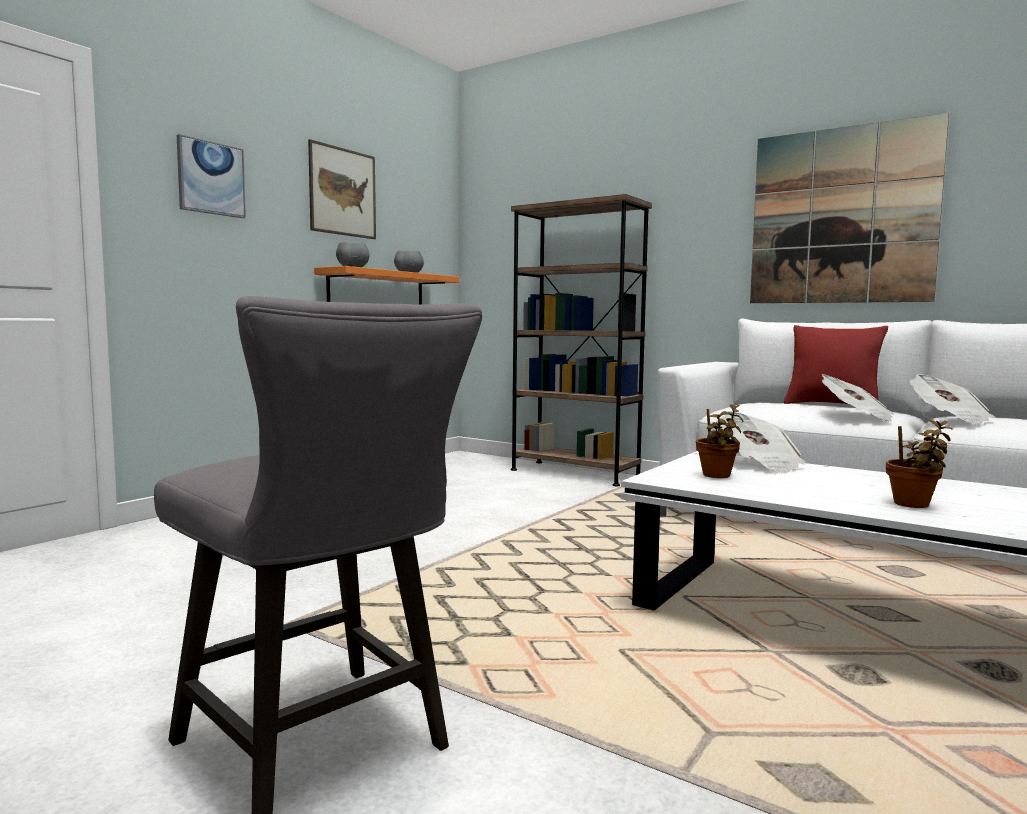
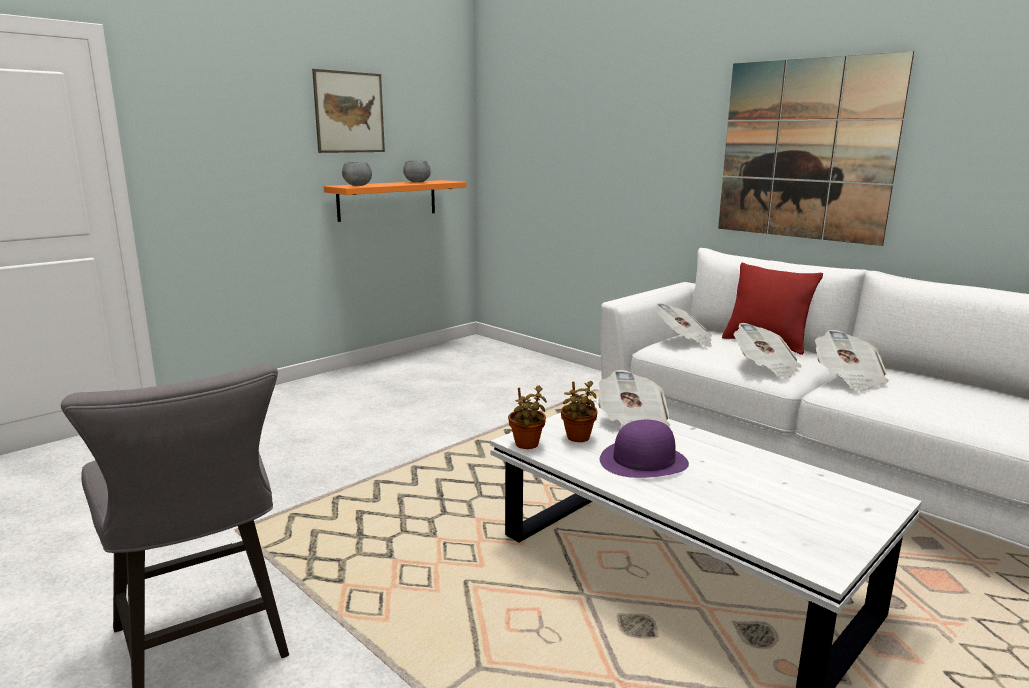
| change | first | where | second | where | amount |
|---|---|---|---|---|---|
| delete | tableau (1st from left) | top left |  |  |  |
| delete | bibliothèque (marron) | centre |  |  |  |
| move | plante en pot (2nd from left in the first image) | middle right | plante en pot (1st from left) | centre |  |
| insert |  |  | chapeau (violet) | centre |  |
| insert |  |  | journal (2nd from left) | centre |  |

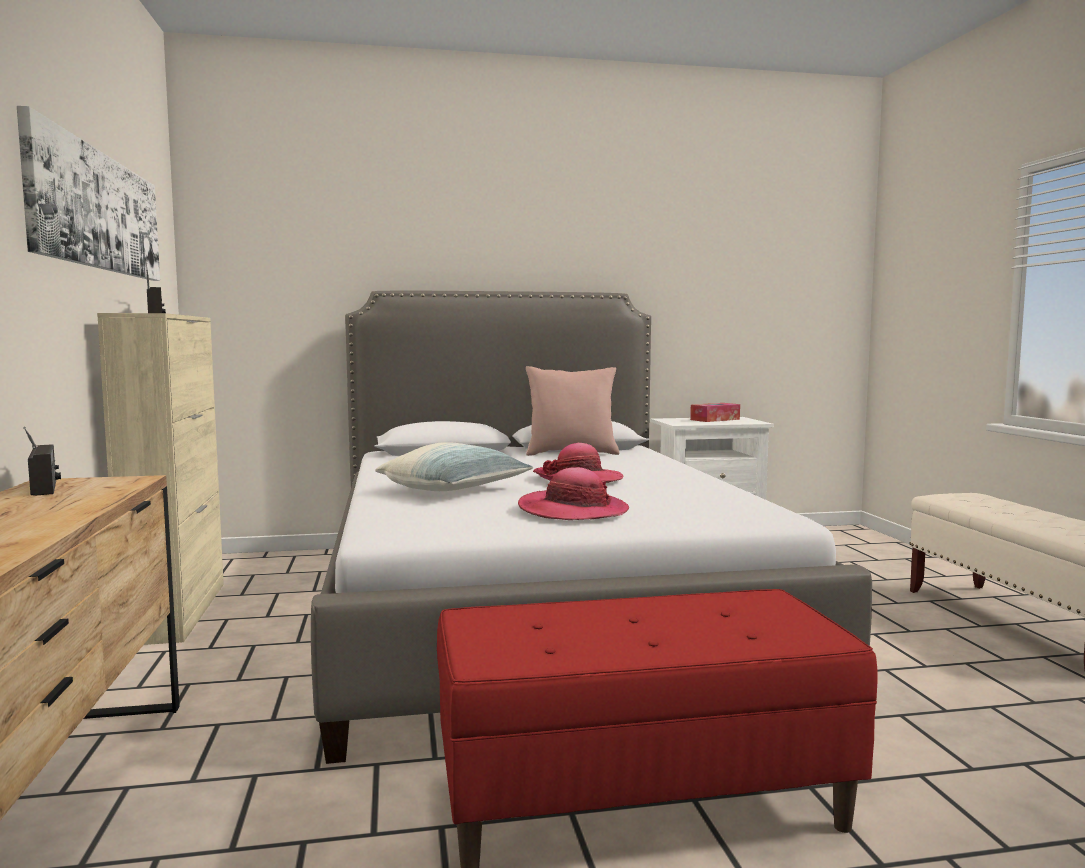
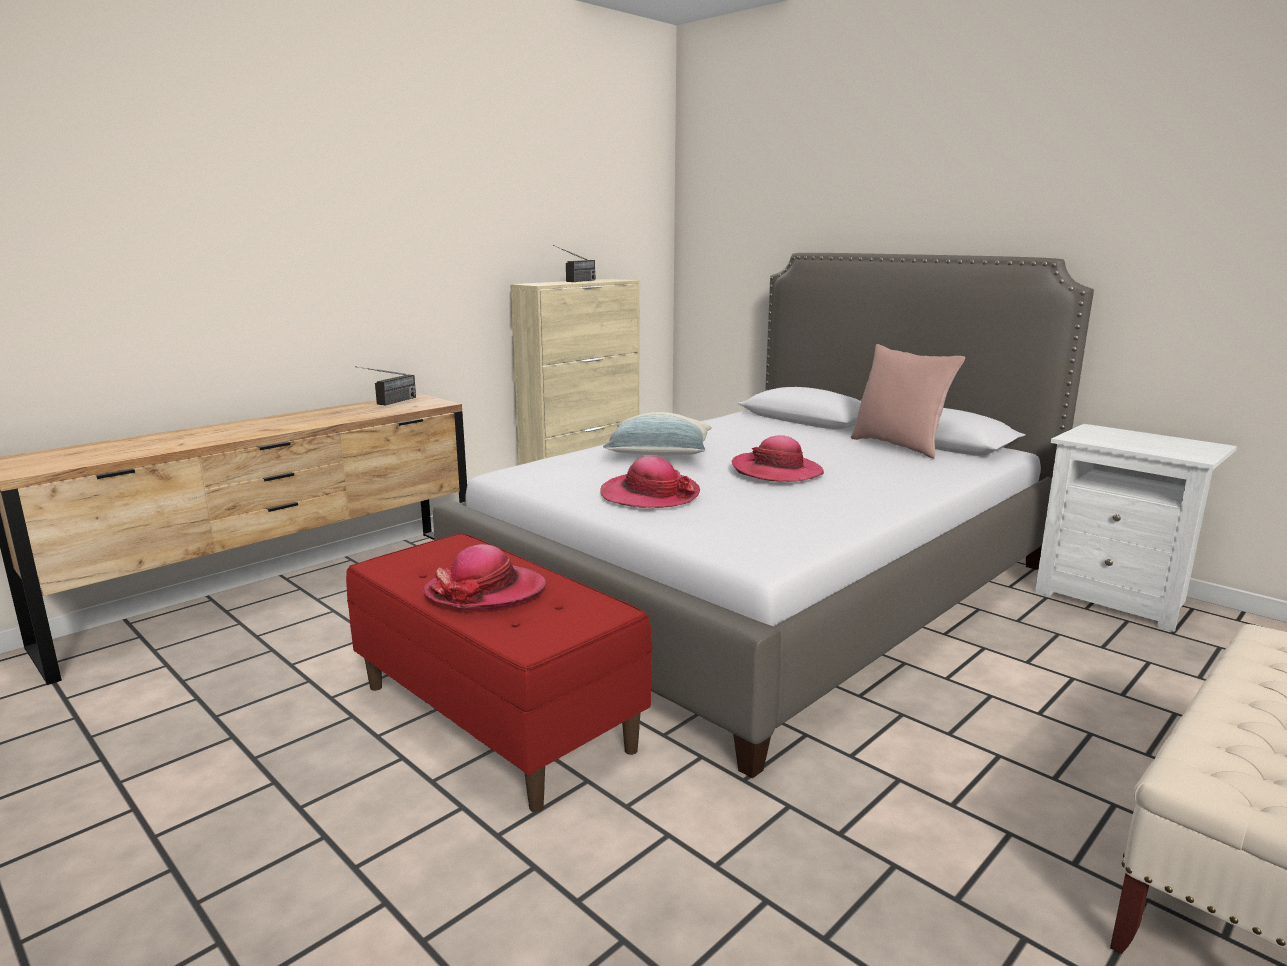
| change | first | where | second | where | amount |
|---|---|---|---|---|---|
| delete | tableau | top left |  |  |  |
| delete | boîte à mouchoirs | centre |  |  |  |
| insert |  |  | chapeau (1st from left) | centre |  |

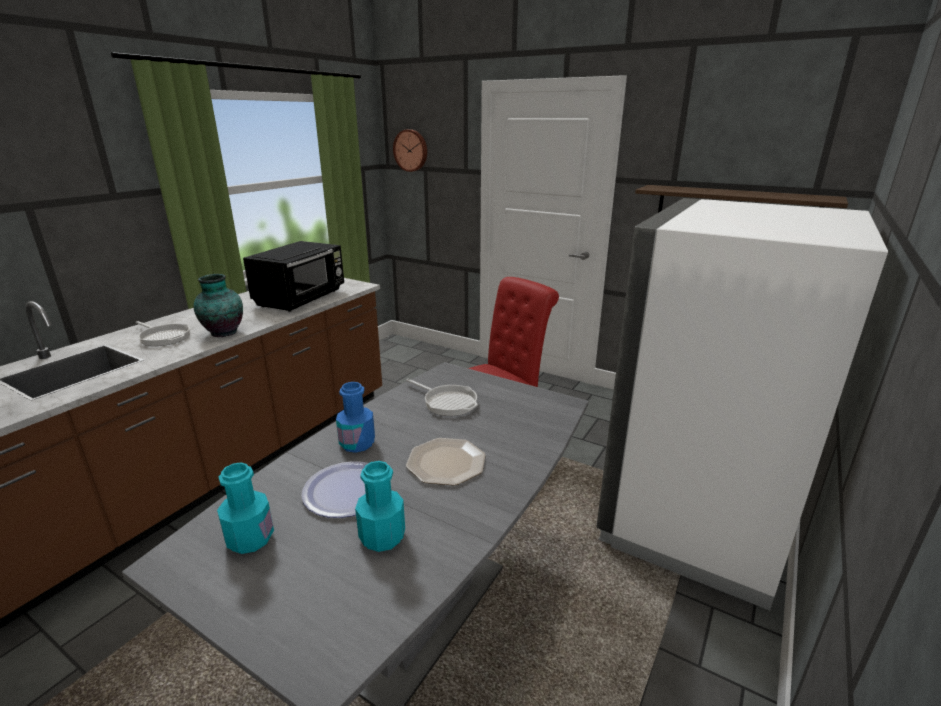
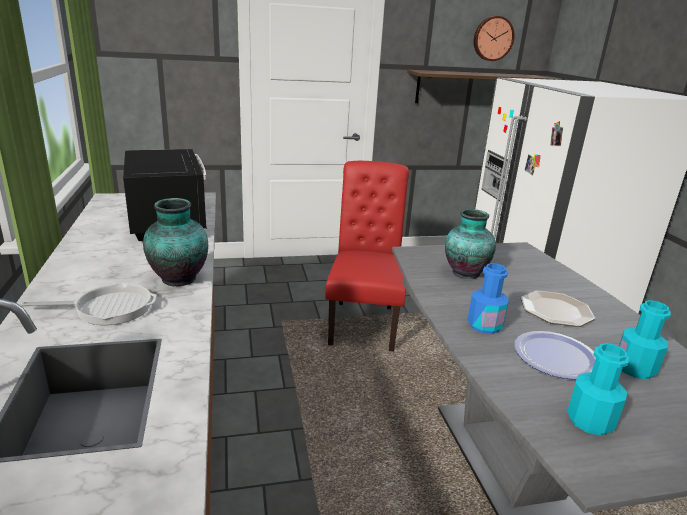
| change | first | where | second | where | amount |
|---|---|---|---|---|---|
| move | horloge murale | top centre |  | top right |  |
| replace | poêle (2nd from left) | centre | vase (2nd from left) | middle right |  |

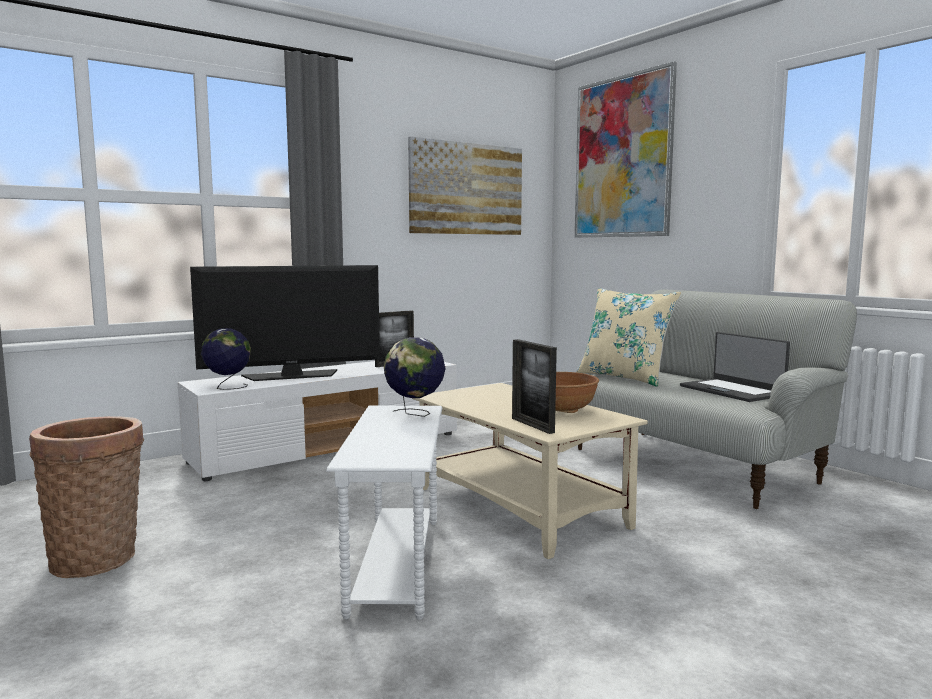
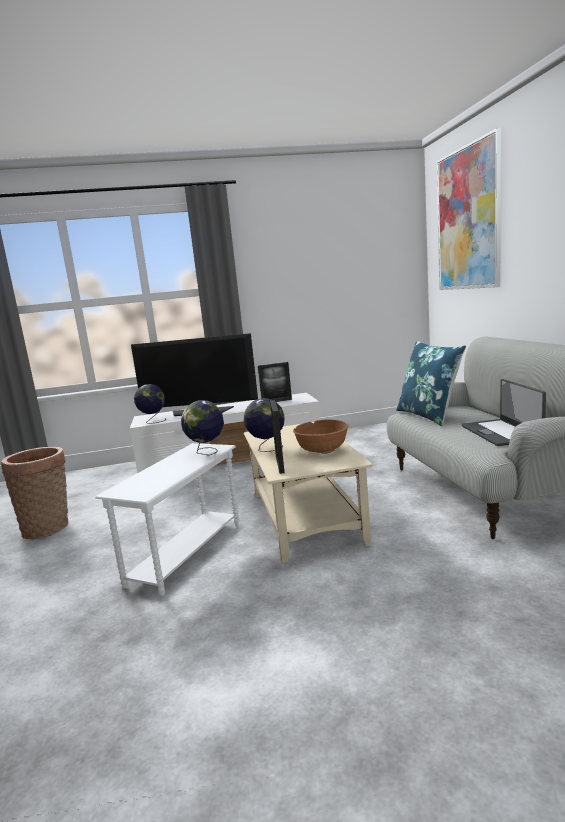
| change | first | where | second | where | amount |
|---|---|---|---|---|---|
| delete | tableau (1st from left) | top centre |  |  |  |
| recolor | coussin (beige) | middle right | coussin (bleu) | middle right |  |
| insert |  |  | globe (3rd from left) | centre |  |

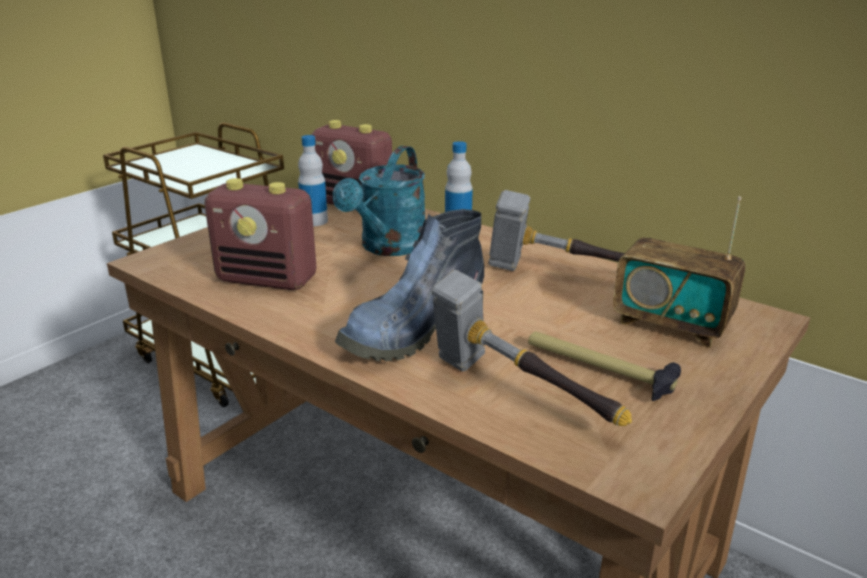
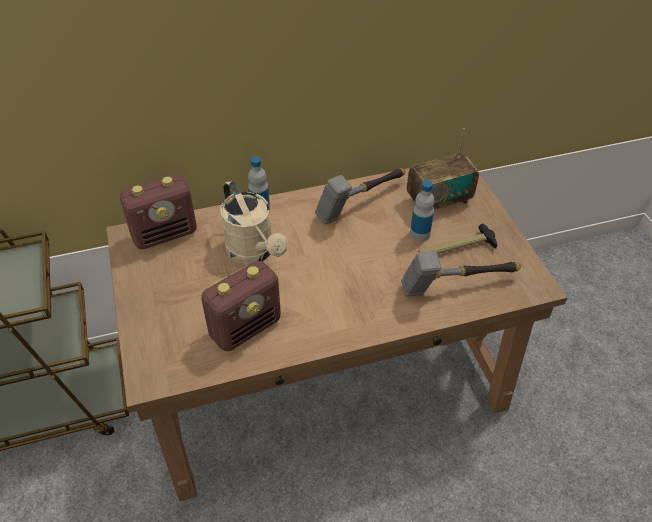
| change | first | where | second | where | amount |
|---|---|---|---|---|---|
| move | bouteille (1st from left in the first image) | top centre | bouteille (2nd from left) | centre |  |
| recolor | arrosoir (turquoise) | centre | arrosoir (beige) | centre |  |
| delete | botte | centre |  |  |  |

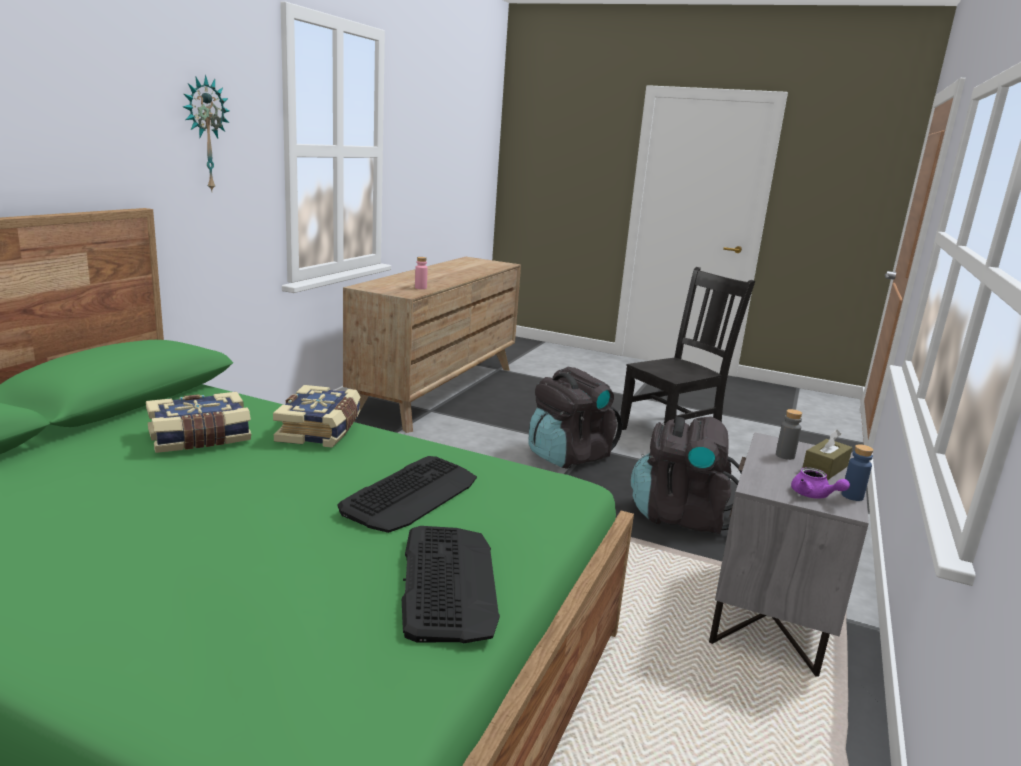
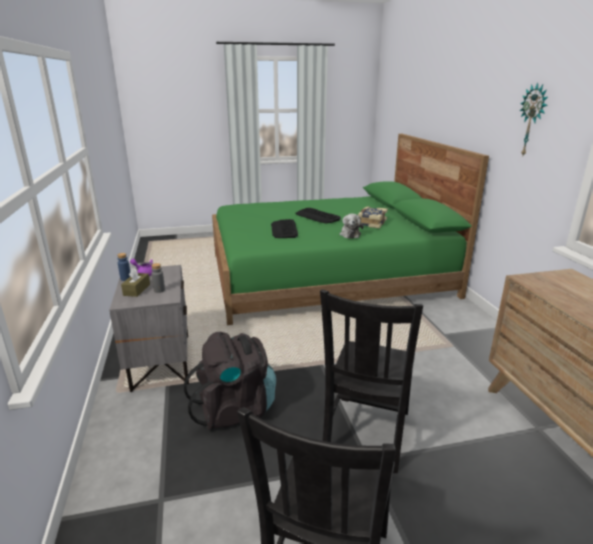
| change | first | where | second | where | amount |
|---|---|---|---|---|---|
| replace | livre (2nd from left) | middle left | peluche | centre |  |
| move | clavier (2nd from left) | bottom centre |  | centre |  |
| delete | bouteille (rose) | centre |  |  |  |
| replace | sac à dos (noir) (1st from left) | centre | chaise (noir) (2nd from left) | bottom centre |  |

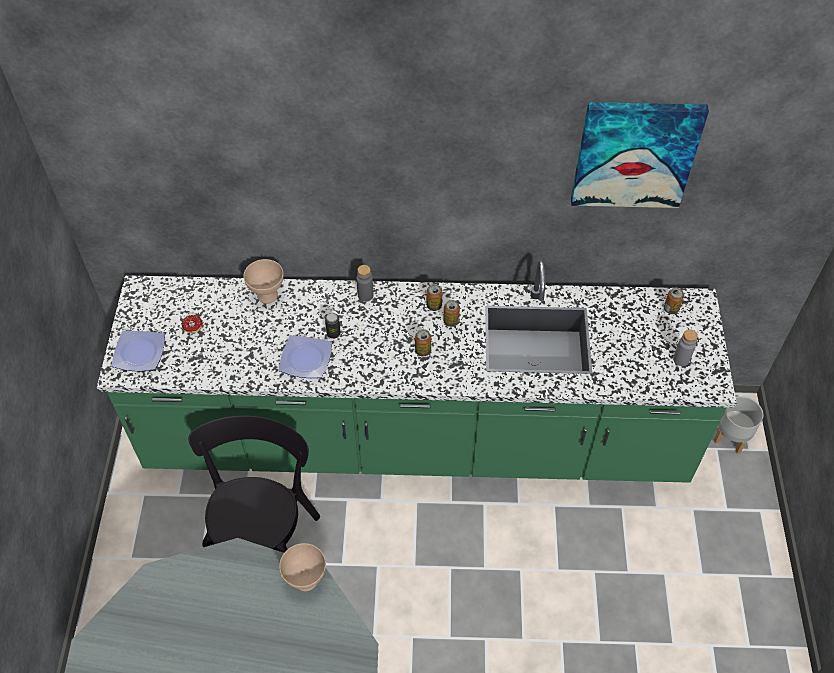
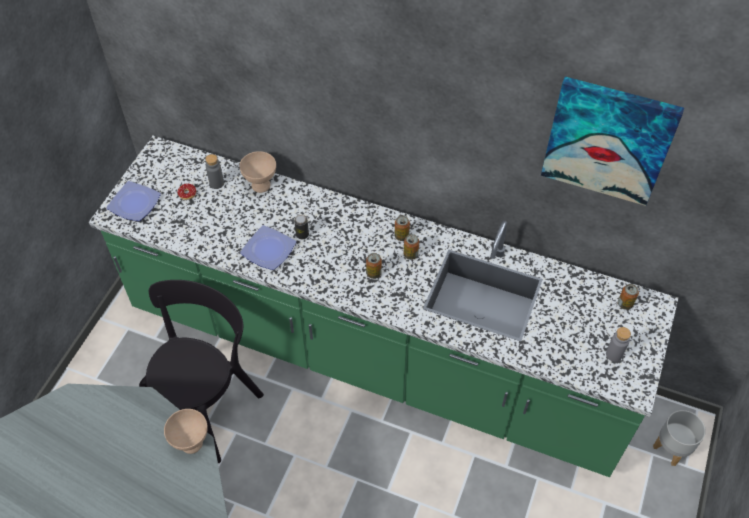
| change | first | where | second | where | amount |
|---|---|---|---|---|---|
| move | bouteille (gris) (1st from left) | centre |  | top left |  |

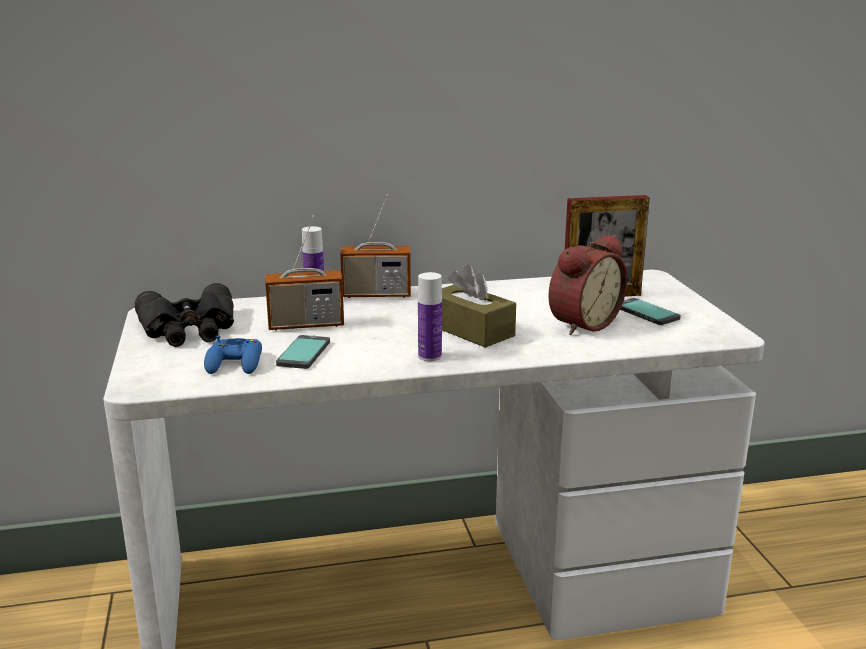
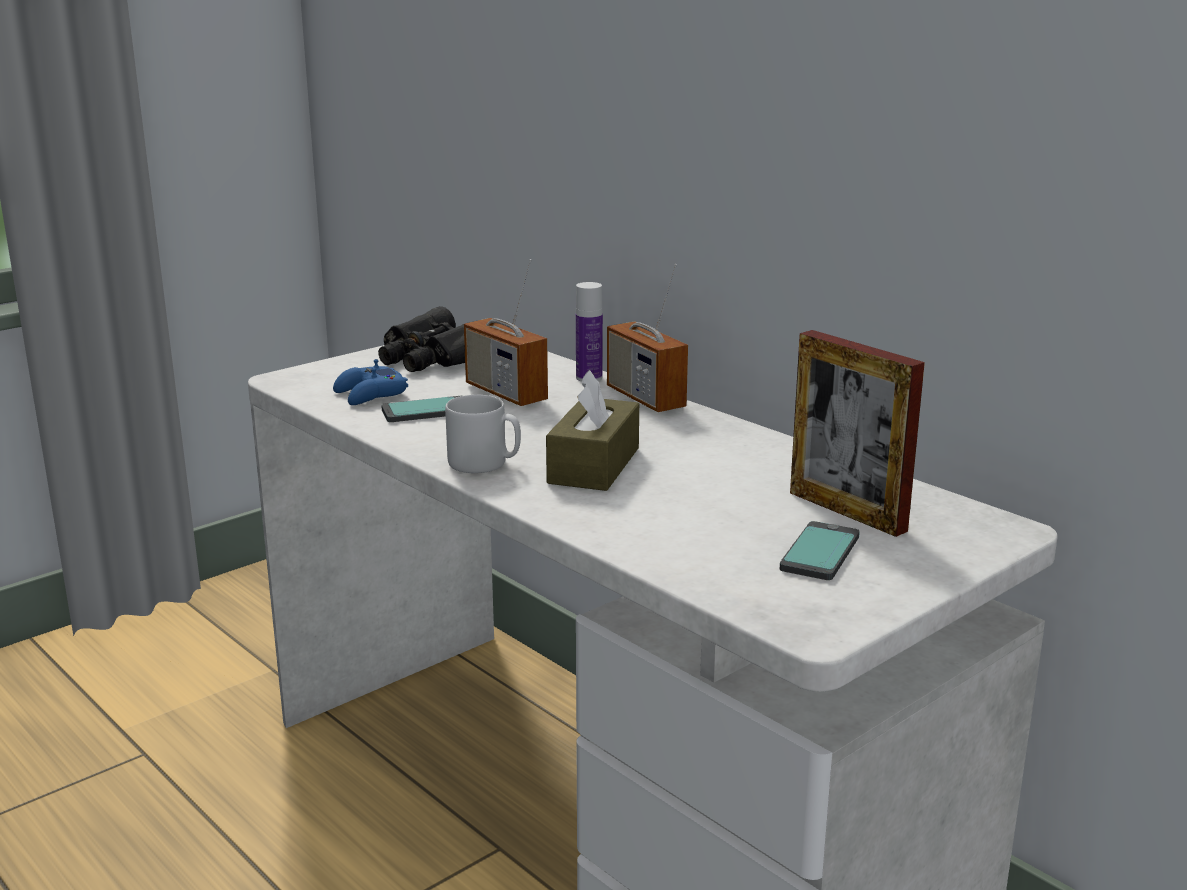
| change | first | where | second | where | amount |
|---|---|---|---|---|---|
| replace | bouteille (2nd from left) | centre | mug (gris) | centre |  |
| delete | réveil | middle right |  |  |  |

